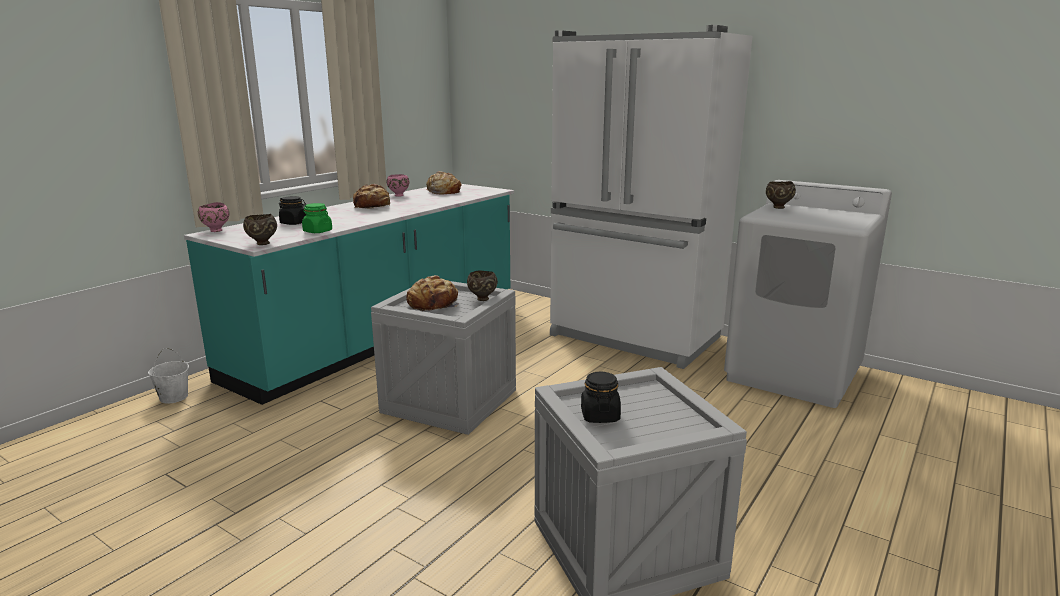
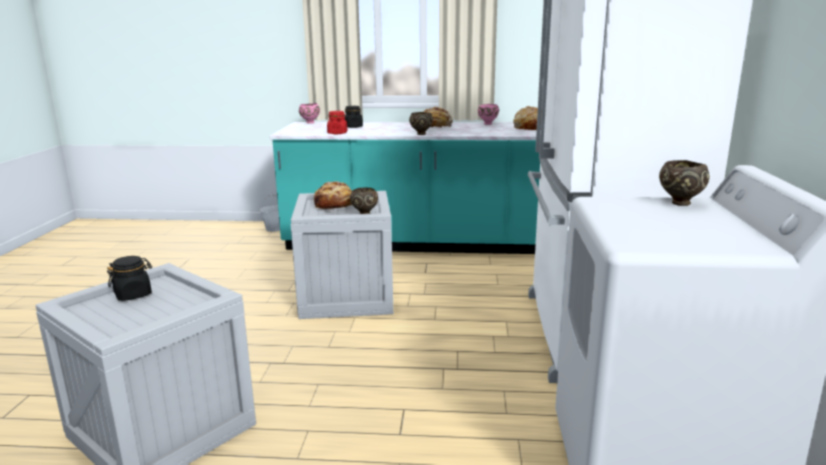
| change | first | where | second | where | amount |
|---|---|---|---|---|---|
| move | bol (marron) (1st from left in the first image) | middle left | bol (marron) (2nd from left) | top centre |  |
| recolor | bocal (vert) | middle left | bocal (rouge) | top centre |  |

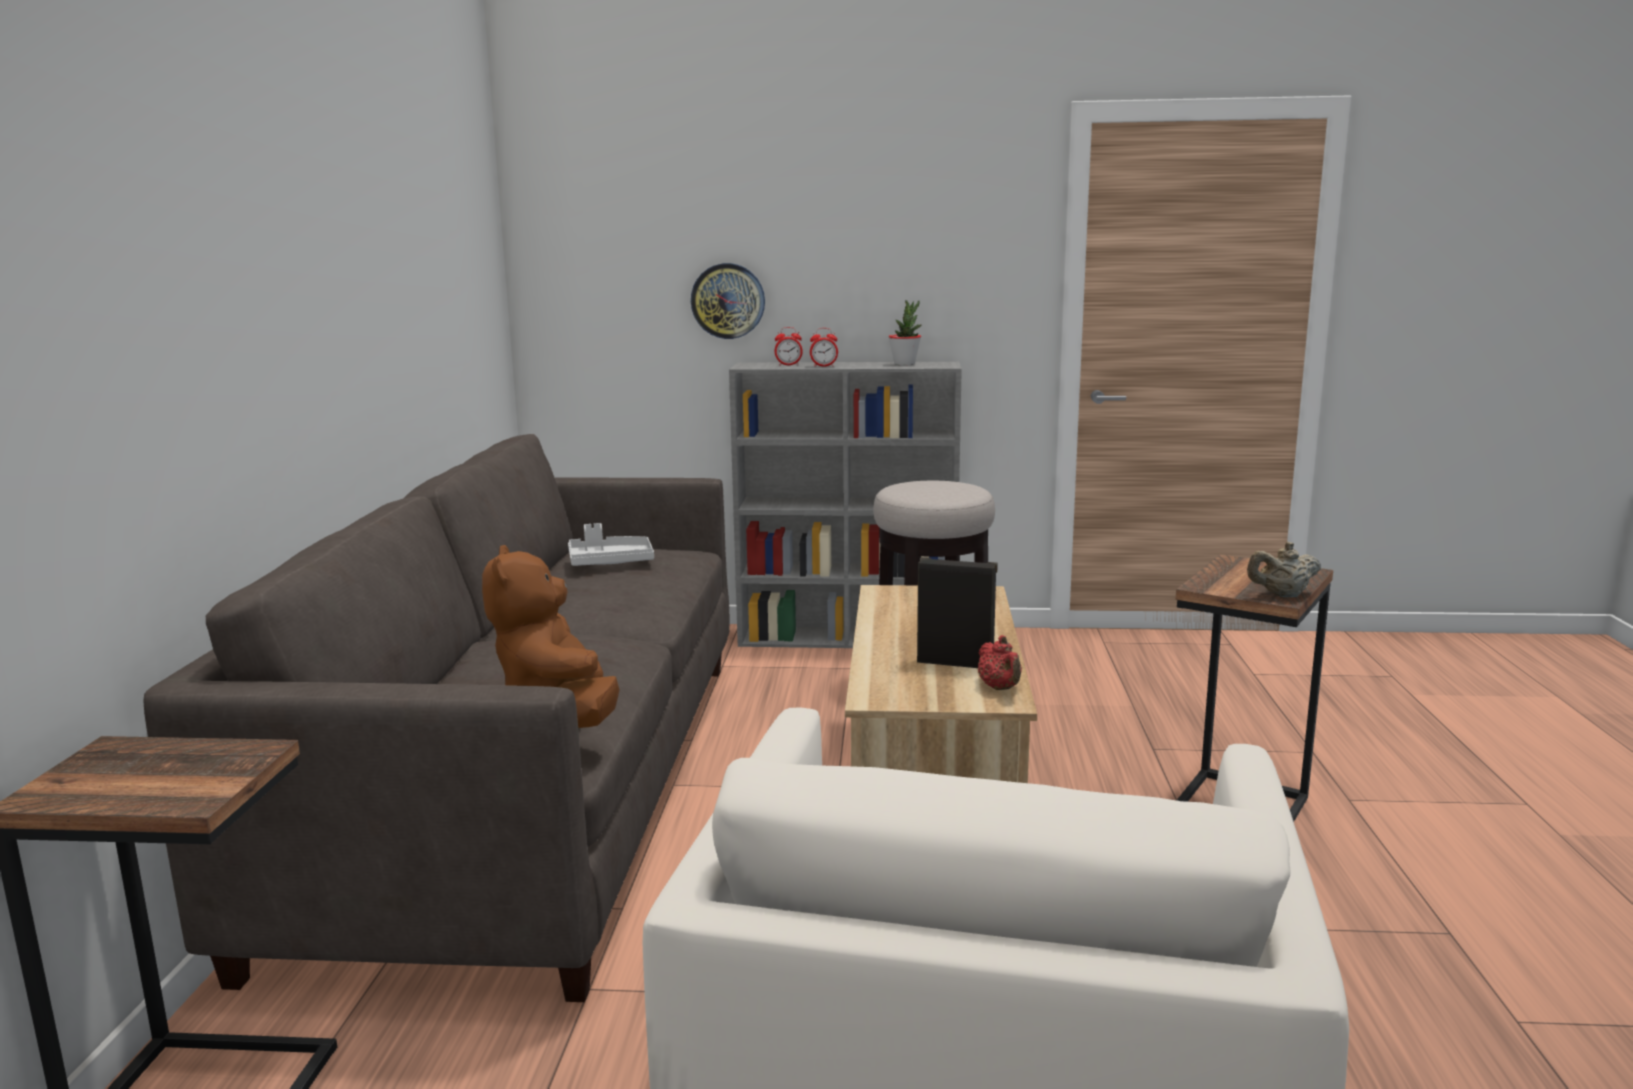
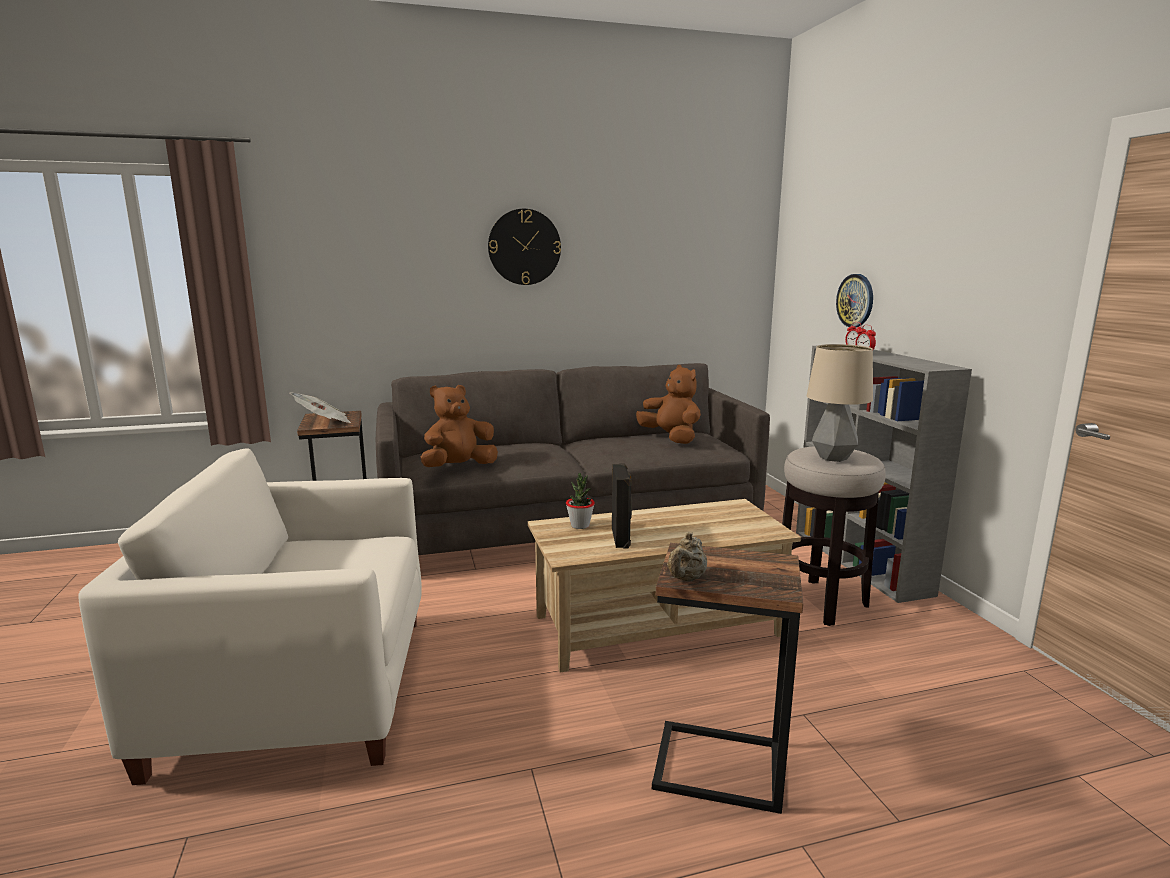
| change | first | where | second | where | amount |
|---|---|---|---|---|---|
| replace | plateau (gris) | centre | peluche (marron) (2nd from left) | centre |  |
| move | plante en pot | top centre |  | centre |  |
| delete | théière (rouge) | centre |  |  |  |
| rotate | théière (beige) | middle right |  | centre | 120 degrees counterclockwise |
| insert |  |  | journal | middle left |  |
| insert |  |  | horloge murale (1st from left) | top centre |  |
| insert |  |  | lampe de table | middle right |  |

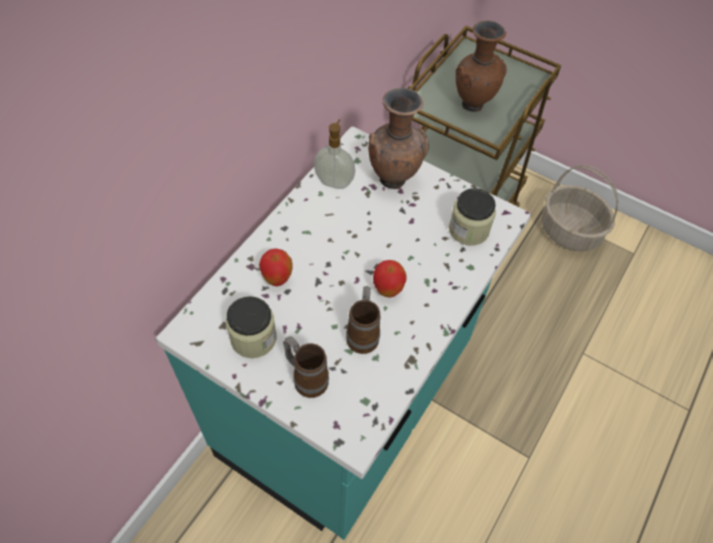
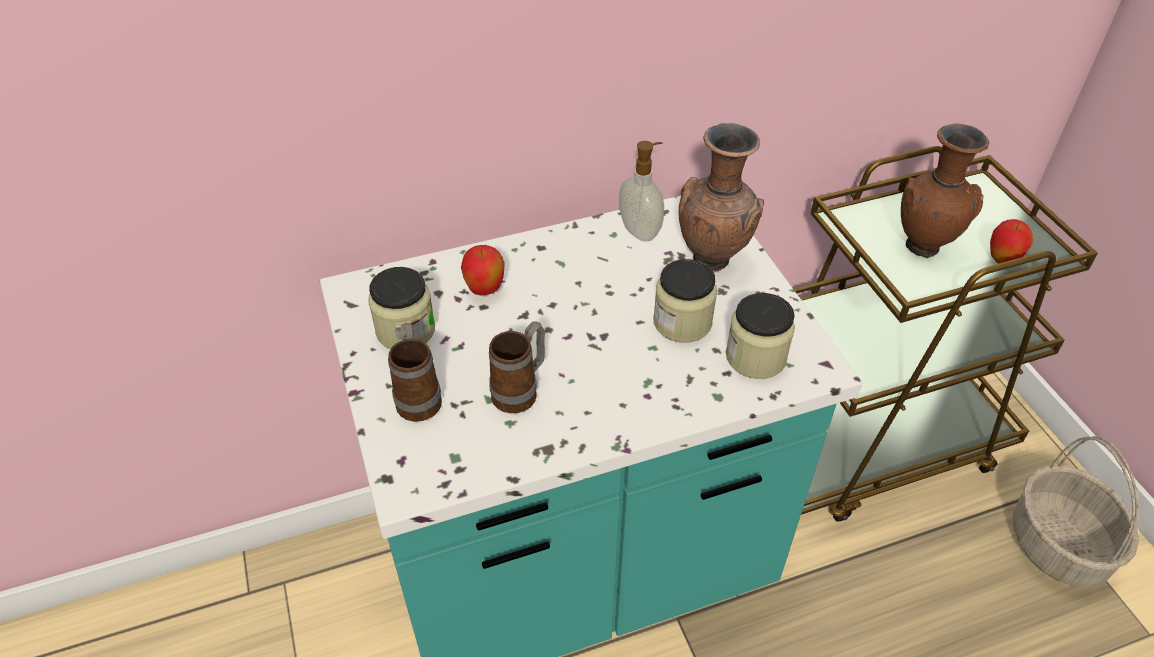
| change | first | where | second | where | amount |
|---|---|---|---|---|---|
| move | pomme (2nd from left) | centre |  | middle right |  |
| insert |  |  | bocal (2nd from left) | centre |  |

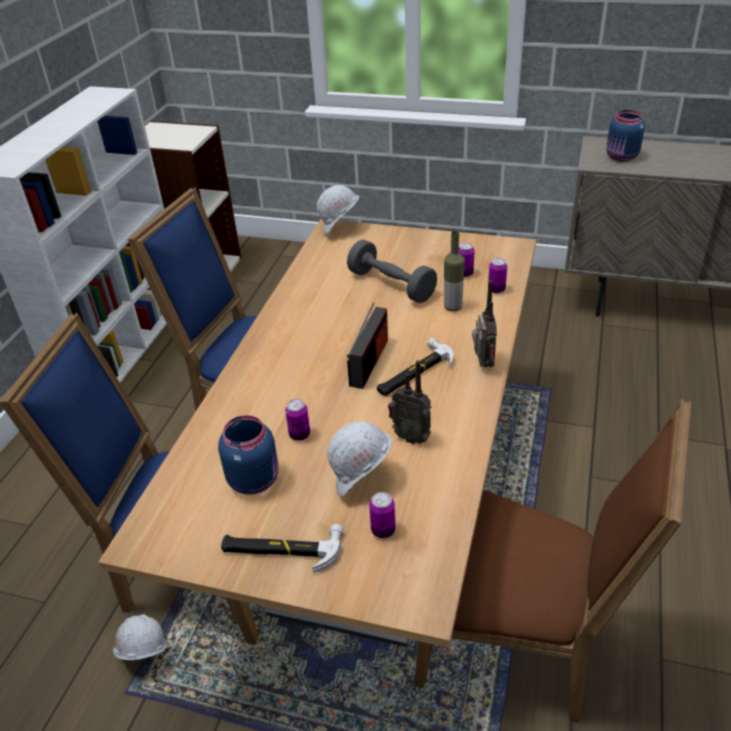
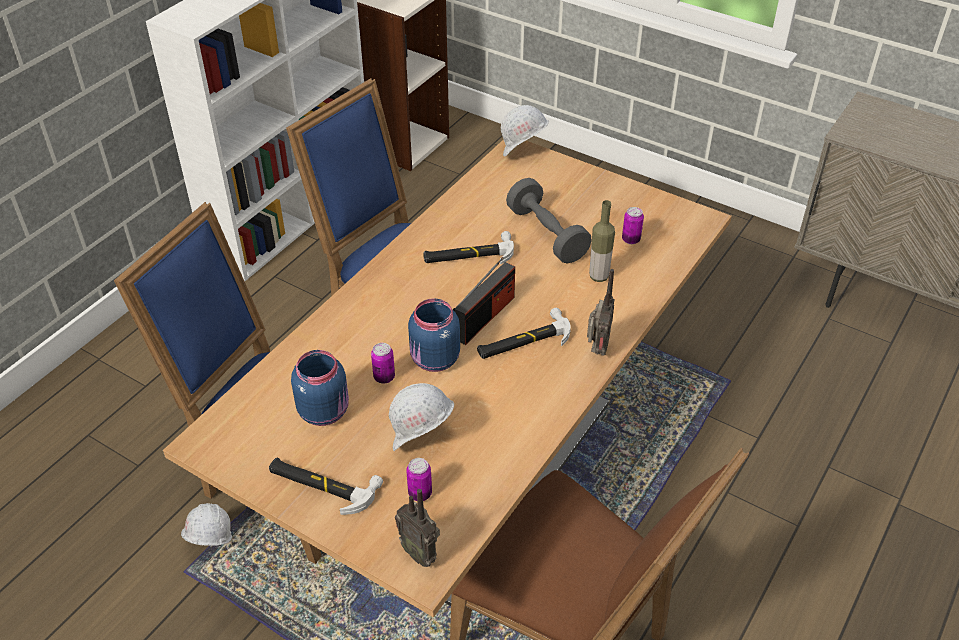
| change | first | where | second | where | amount |
|---|---|---|---|---|---|
| move | radio (2nd from left in the first image) | centre | radio (1st from left) | bottom centre |  |
| delete | boîte métallique (4th from left) | middle right |  |  |  |
| move | bocal (bleu) (2nd from left) | top right |  | centre |  |
| insert |  |  | marteau (2nd from left) | centre |  |

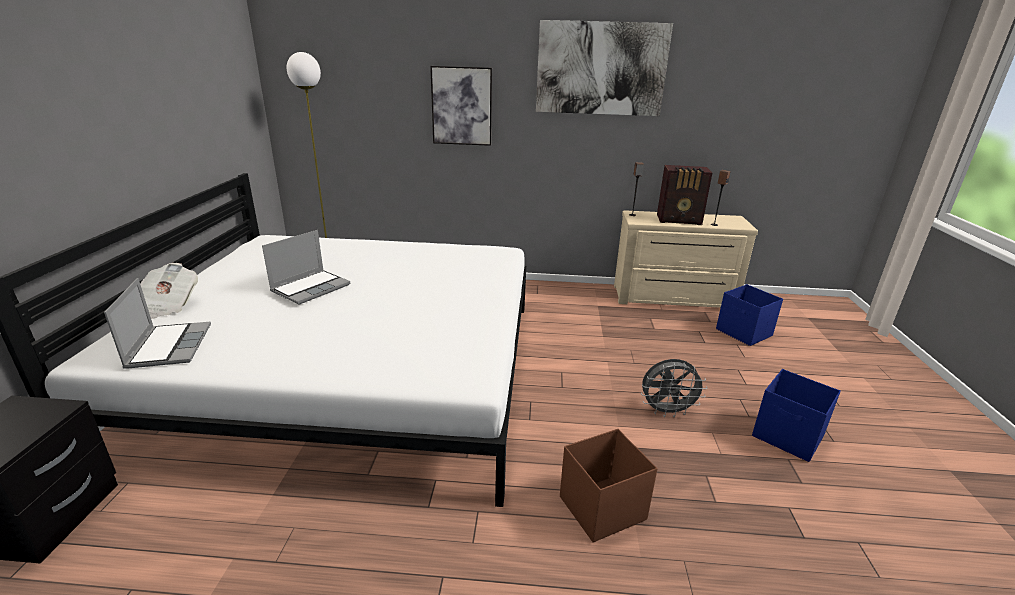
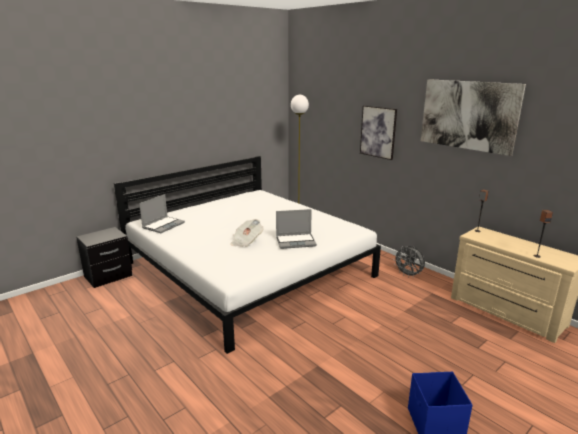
| change | first | where | second | where | amount |
|---|---|---|---|---|---|
| move | journal | middle left |  | centre |  |
| move | ordinateur portable (2nd from left) | middle left |  | centre |  |
| delete | boîte de rangement (marron) | bottom centre |  |  |  |
| move | ventilateur (gris) | centre |  | middle right |  |
| delete | radio | top right |  |  |  |
| delete | boîte de rangement (bleu) (1st from left) | middle right |  |  |  |

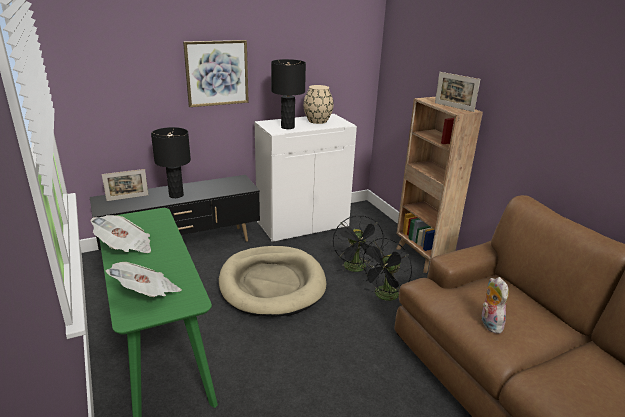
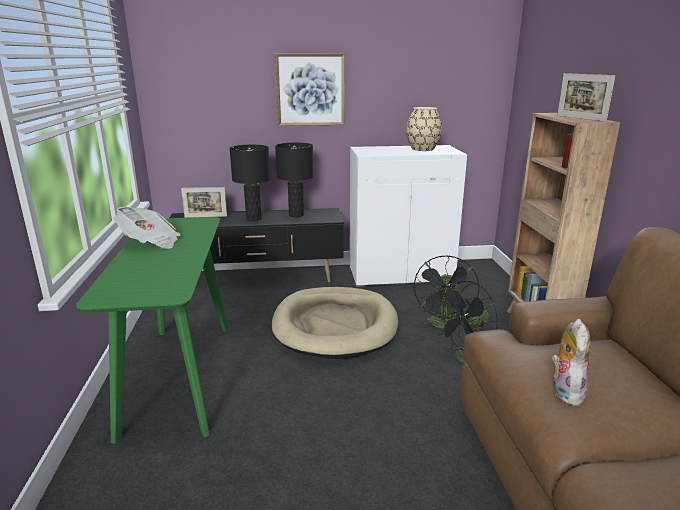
| change | first | where | second | where | amount |
|---|---|---|---|---|---|
| delete | journal (2nd from left) | bottom left |  |  |  |
| move | lampe de table (noir) (2nd from left) | top centre |  | centre |  |

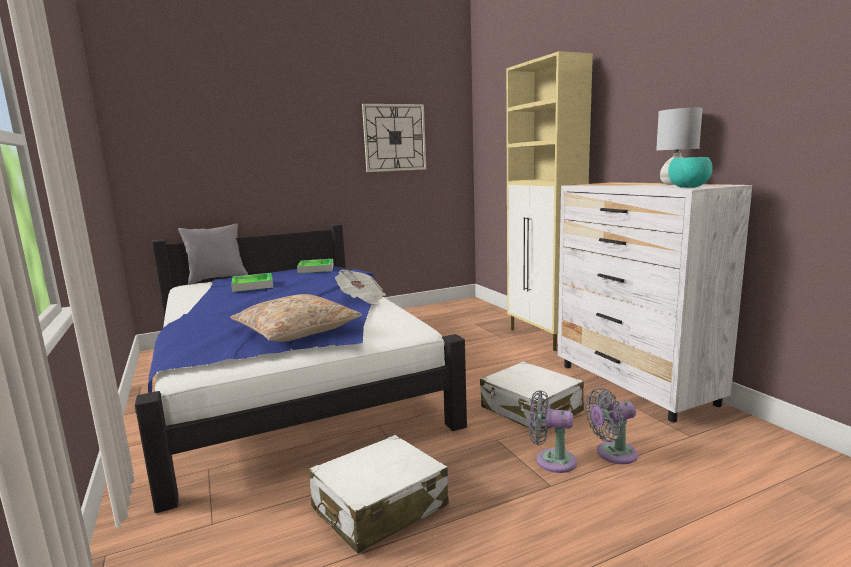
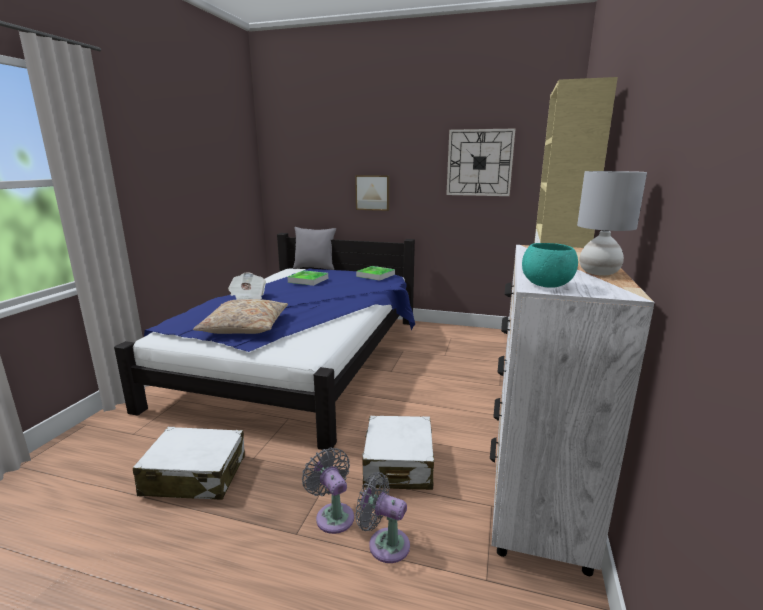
| change | first | where | second | where | amount |
|---|---|---|---|---|---|
| move | journal | centre |  | middle left |  |
| insert |  |  | tableau | top centre |  |

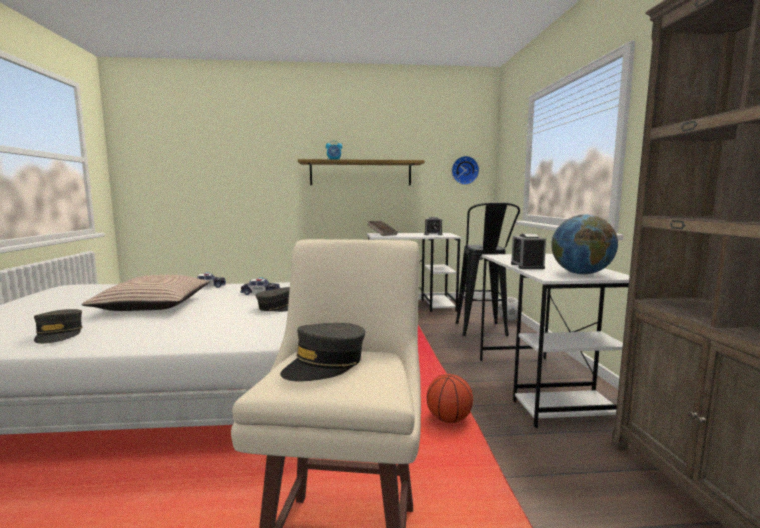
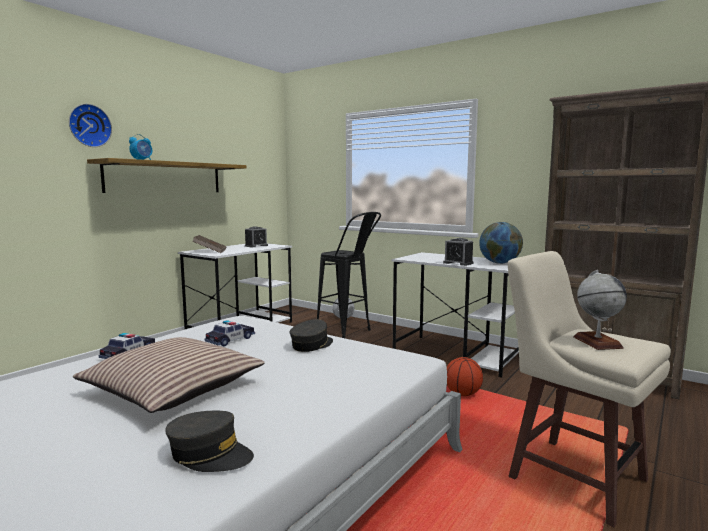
| change | first | where | second | where | amount |
|---|---|---|---|---|---|
| replace | casquette (gris) (3rd from left) | bottom centre | globe (2nd from left) | middle right |  |
| move | horloge murale | top centre |  | top left |  |

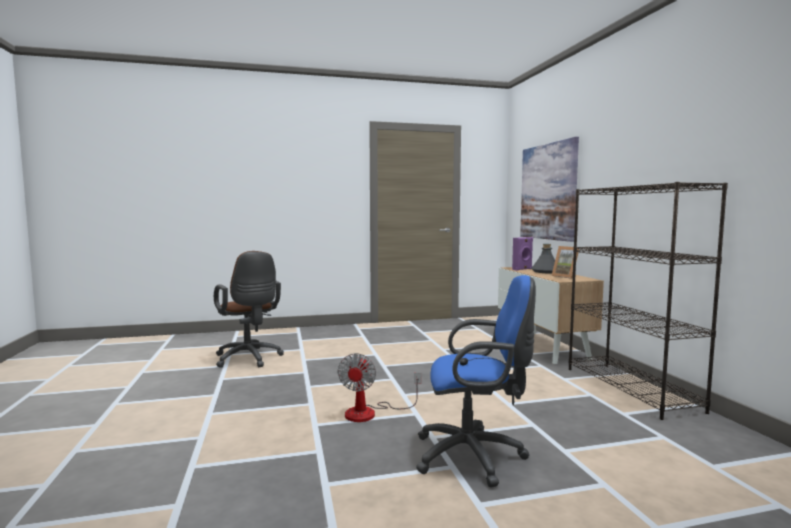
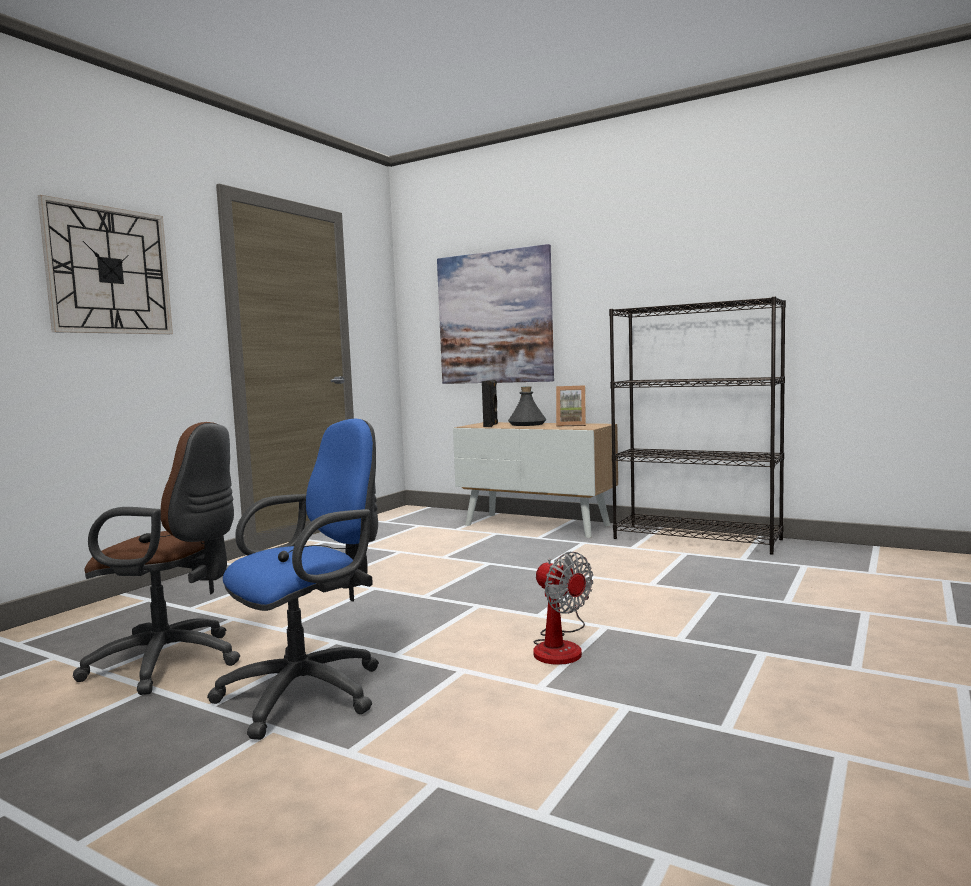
| change | first | where | second | where | amount |
|---|---|---|---|---|---|
| move | chaise de bureau (bleu) | bottom centre |  | middle left |  |
| recolor | enceinte (violet) | centre | enceinte (noir) | centre |  |
| insert |  |  | horloge murale | top left |  |

